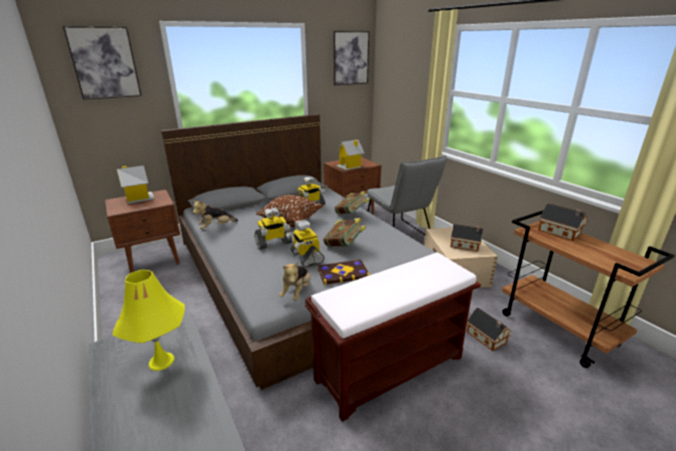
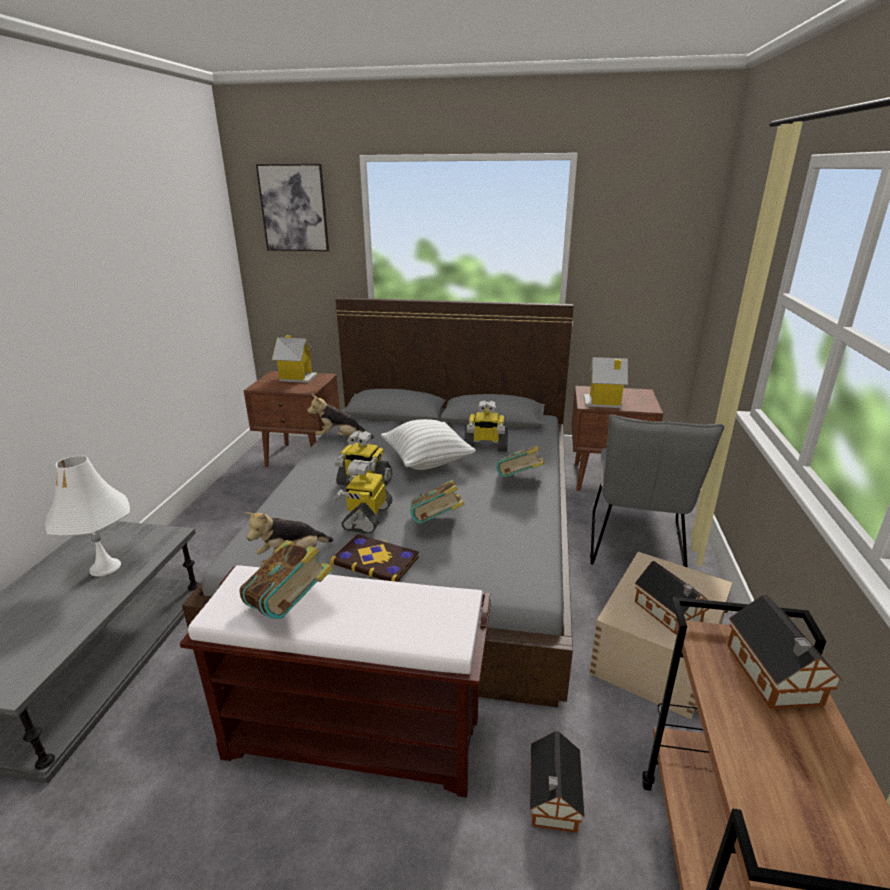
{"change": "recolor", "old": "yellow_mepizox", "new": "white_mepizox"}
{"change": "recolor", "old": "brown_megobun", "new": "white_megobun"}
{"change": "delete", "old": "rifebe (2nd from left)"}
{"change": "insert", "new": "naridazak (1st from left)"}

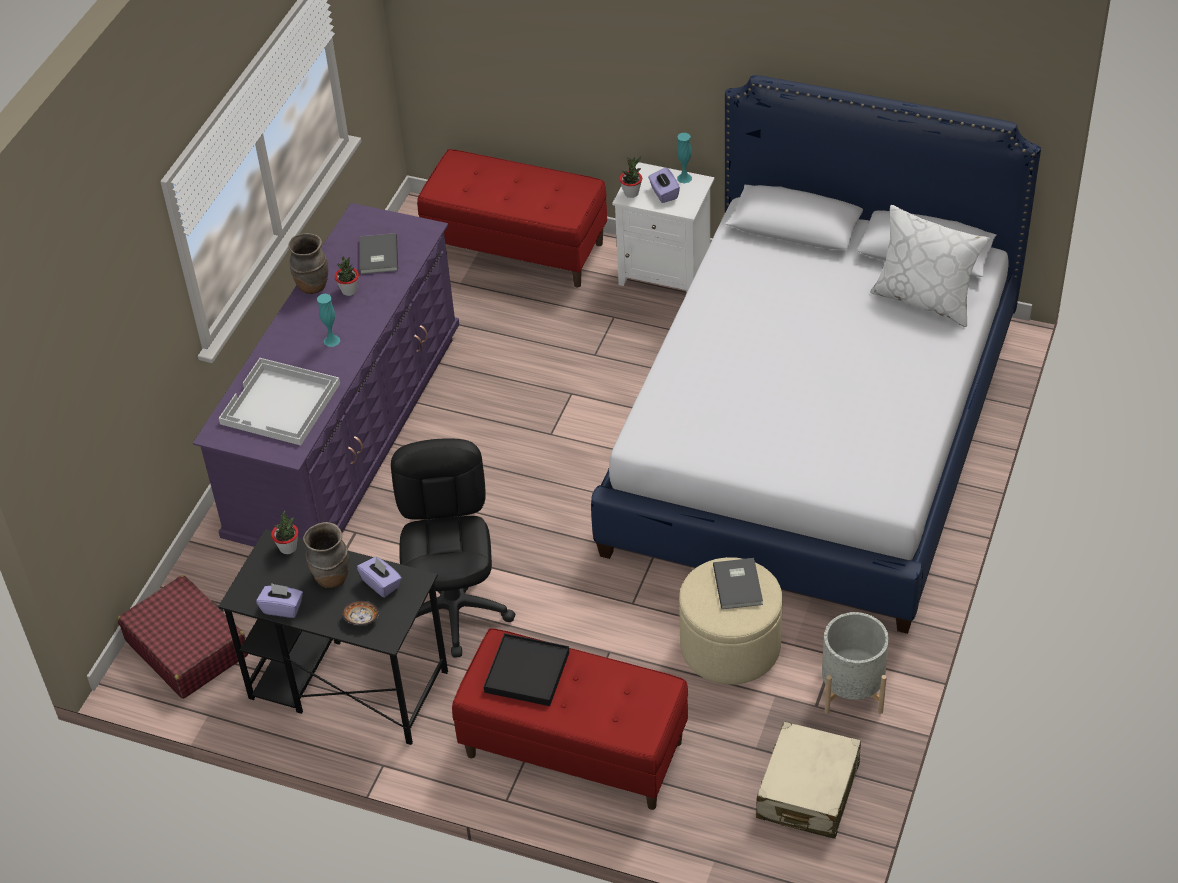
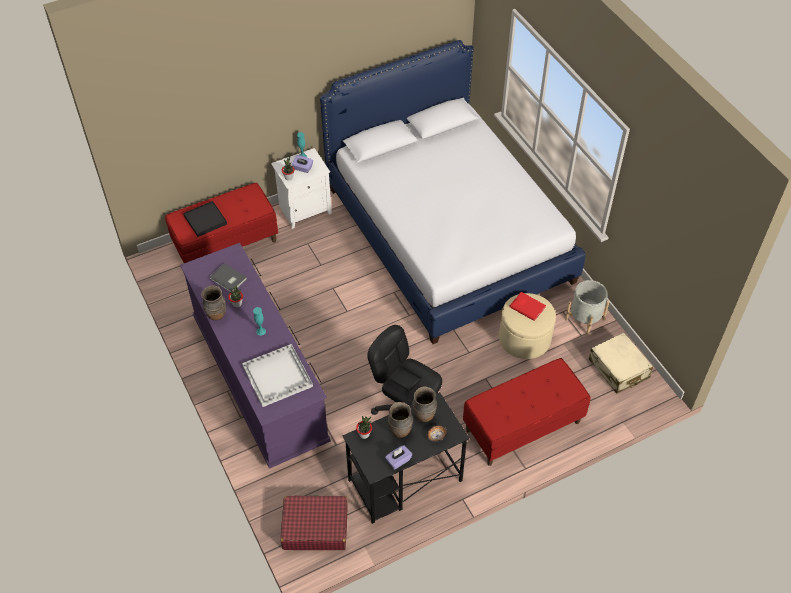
{"change": "replace", "old": "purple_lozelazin (2nd from left)", "new": "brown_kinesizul (3rd from left)"}
{"change": "move", "old": "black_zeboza"}
{"change": "recolor", "old": "grey_naridazak (2nd from left)", "new": "red_naridazak"}
{"change": "delete", "old": "white_megobun"}

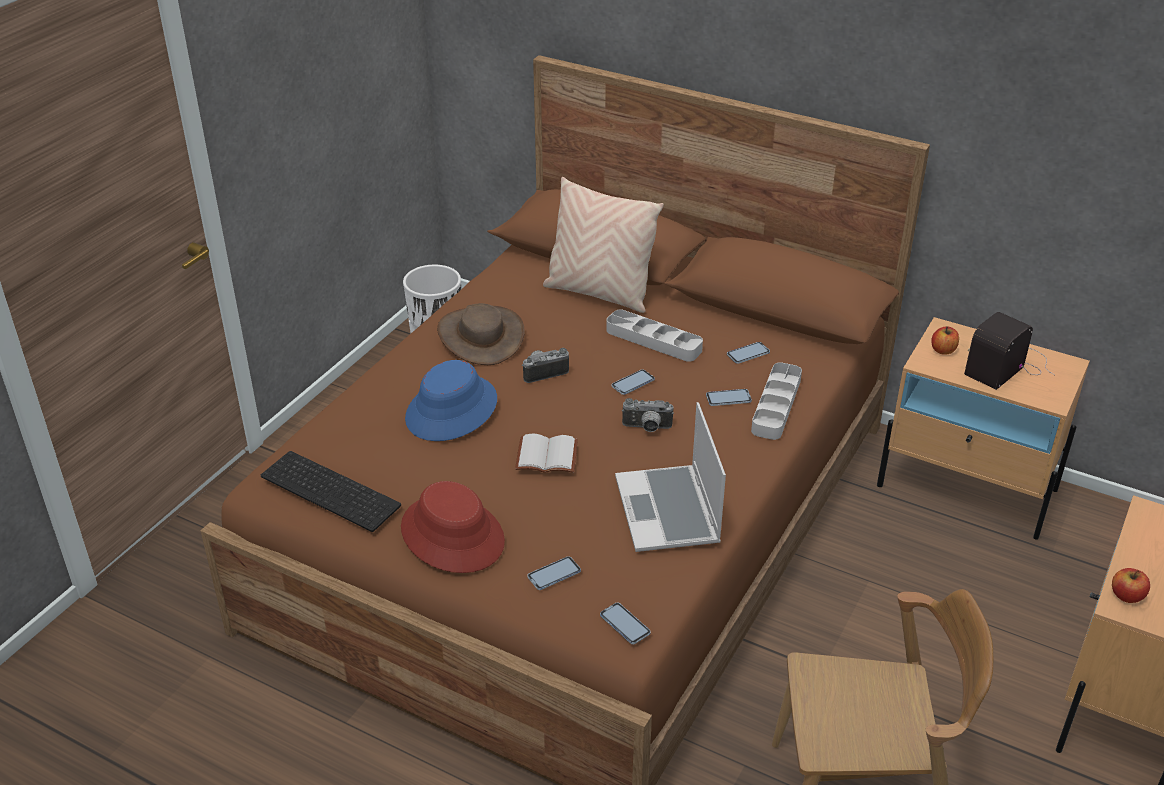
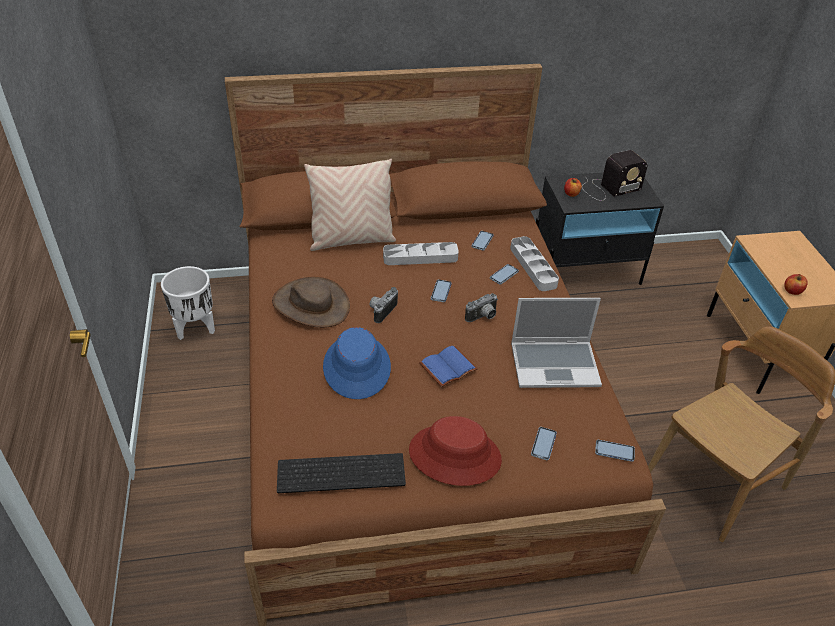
{"change": "recolor", "old": "white_naridazak", "new": "blue_naridazak"}
{"change": "rotate", "old": "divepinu", "degrees": -45}
{"change": "recolor", "old": "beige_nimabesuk (1st from left)", "new": "black_nimabesuk"}
{"change": "rotate", "old": "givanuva", "degrees": -120}

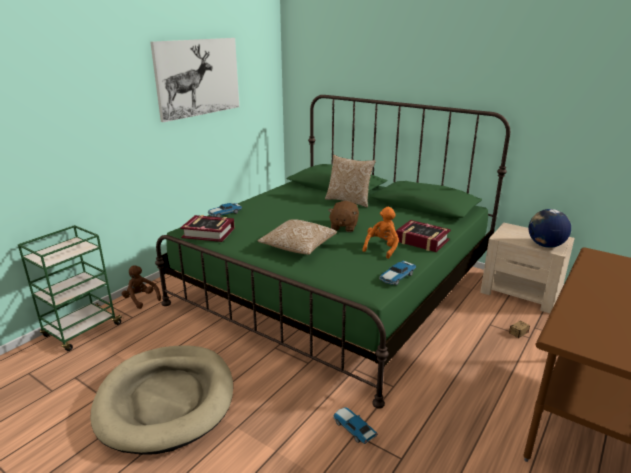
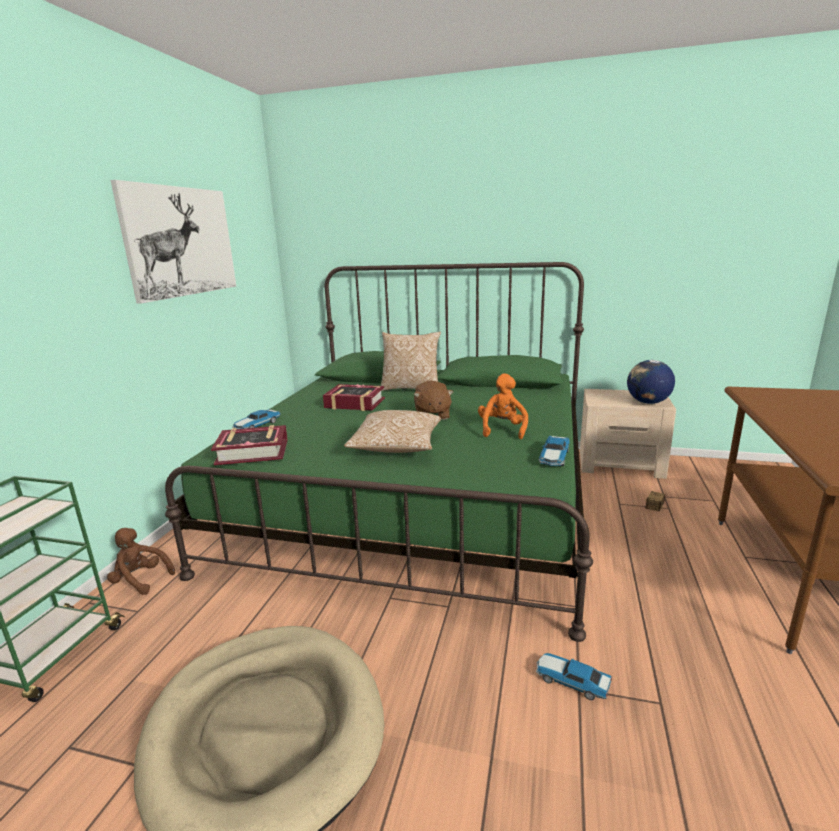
{"change": "move", "old": "naridazak (2nd from left)"}

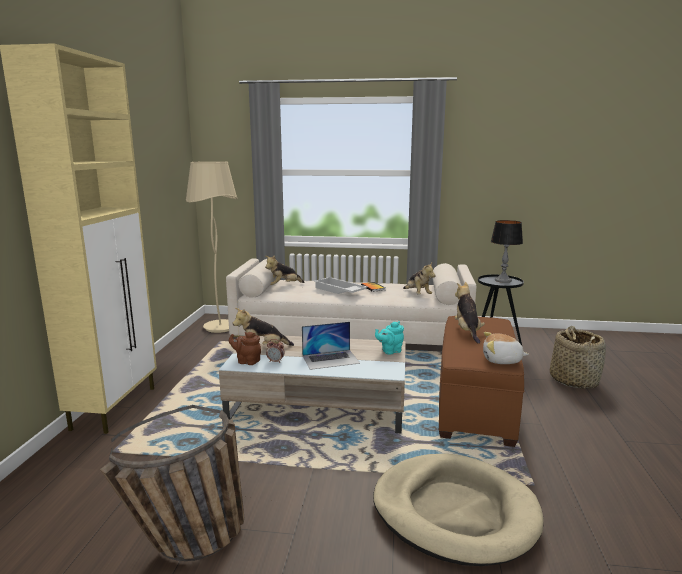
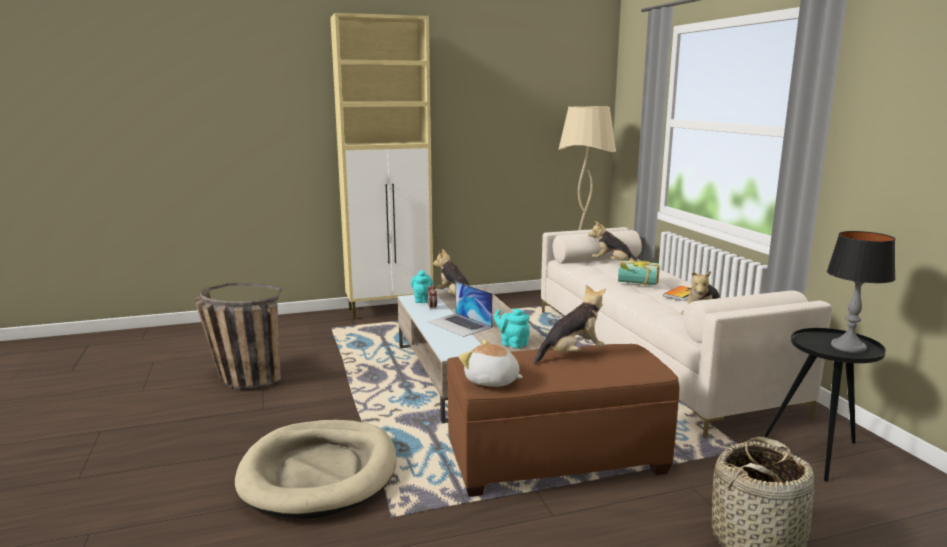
{"change": "recolor", "old": "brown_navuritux", "new": "turquoise_navuritux (1st from left)"}
{"change": "replace", "old": "white_zeboza", "new": "naridazak (1st from left)"}
{"change": "rotate", "old": "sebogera (5th from left in the first image)", "degrees": -45}

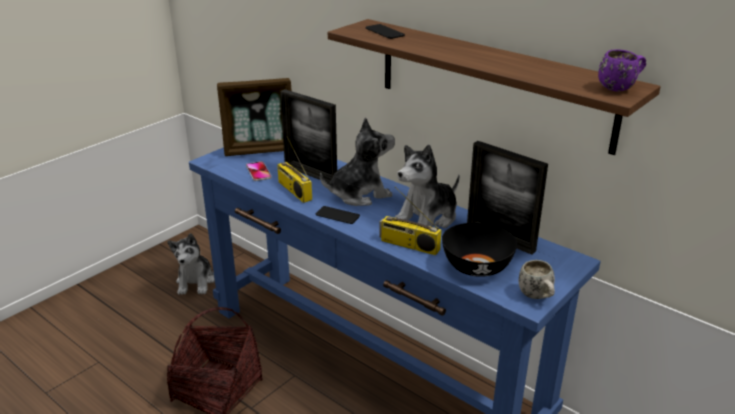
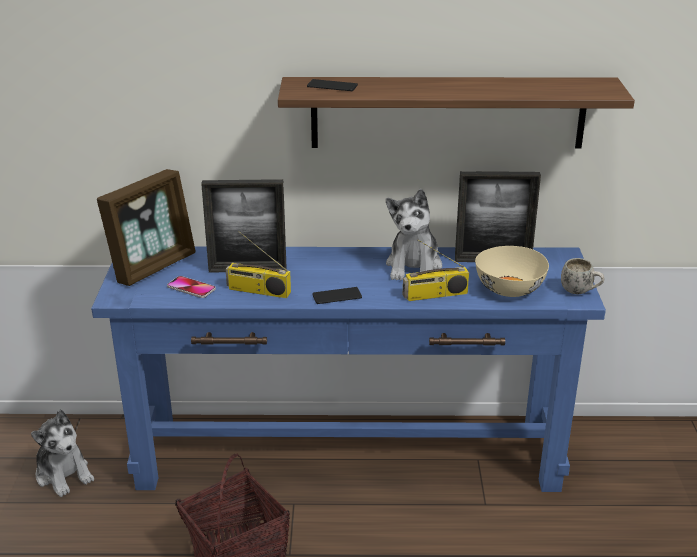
{"change": "delete", "old": "sebogera (2nd from left)"}
{"change": "recolor", "old": "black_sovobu", "new": "beige_sovobu"}
{"change": "delete", "old": "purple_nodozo"}

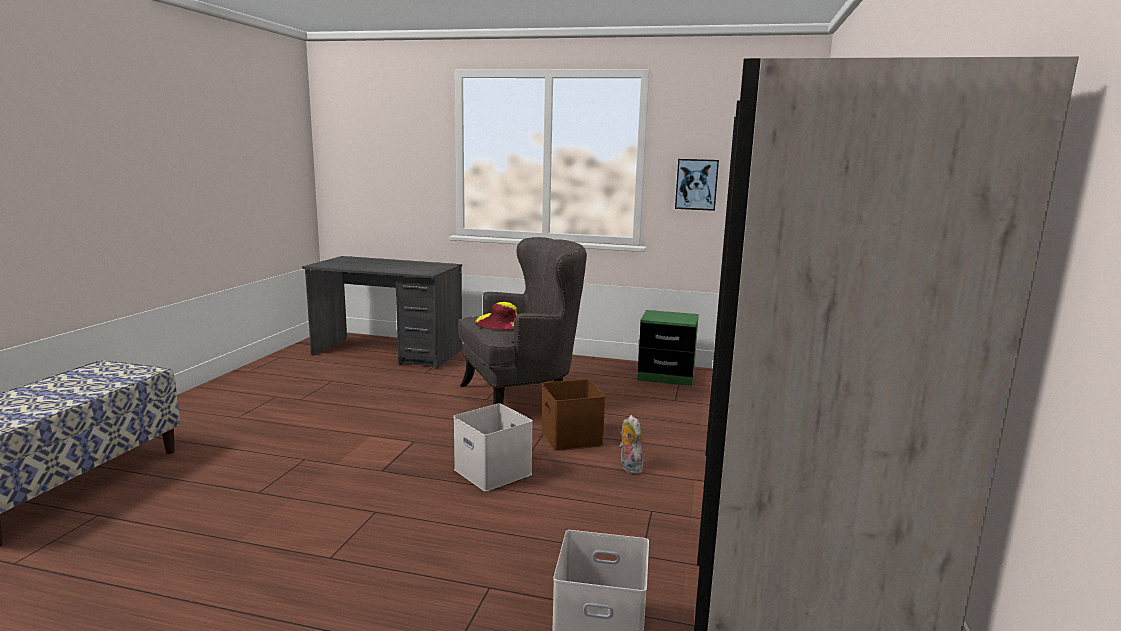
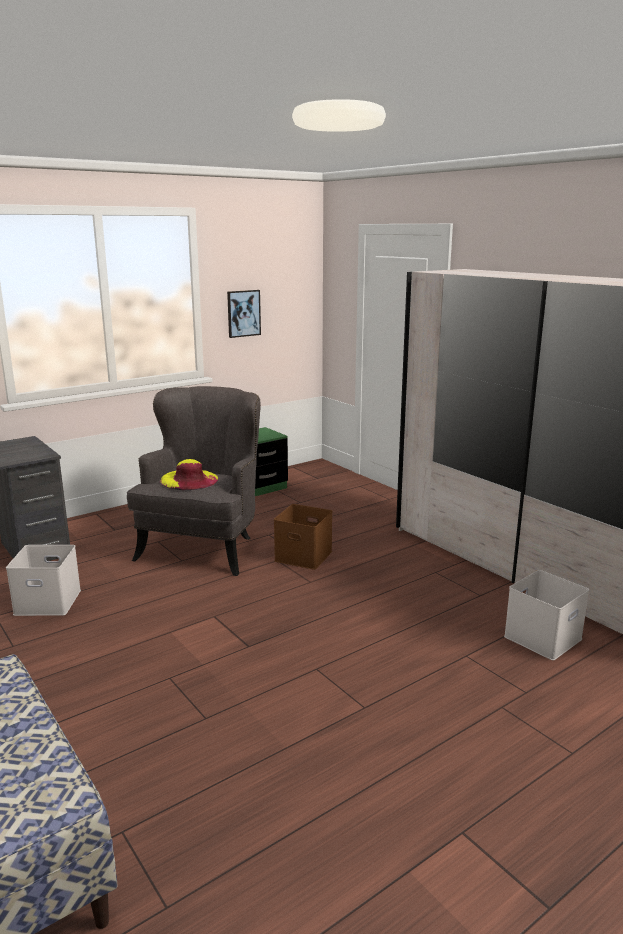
{"change": "move", "old": "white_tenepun (1st from left)"}
{"change": "delete", "old": "sebogera"}

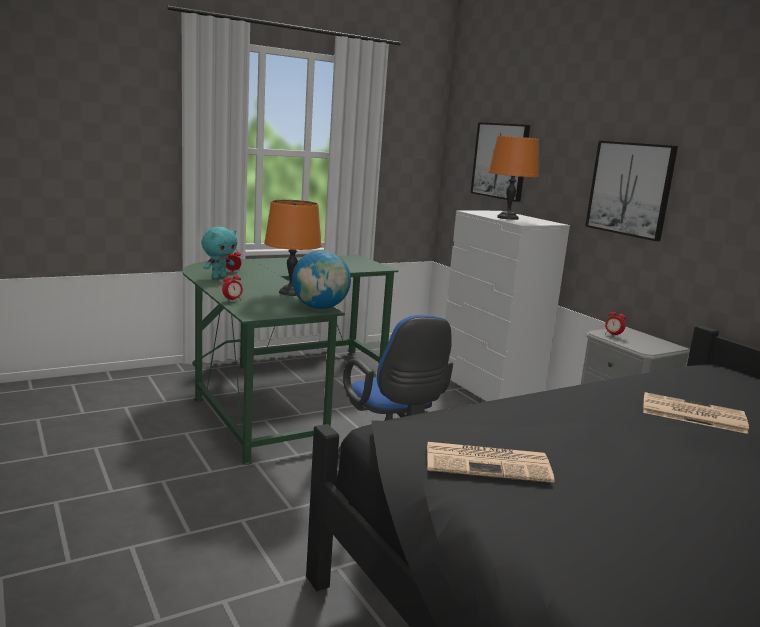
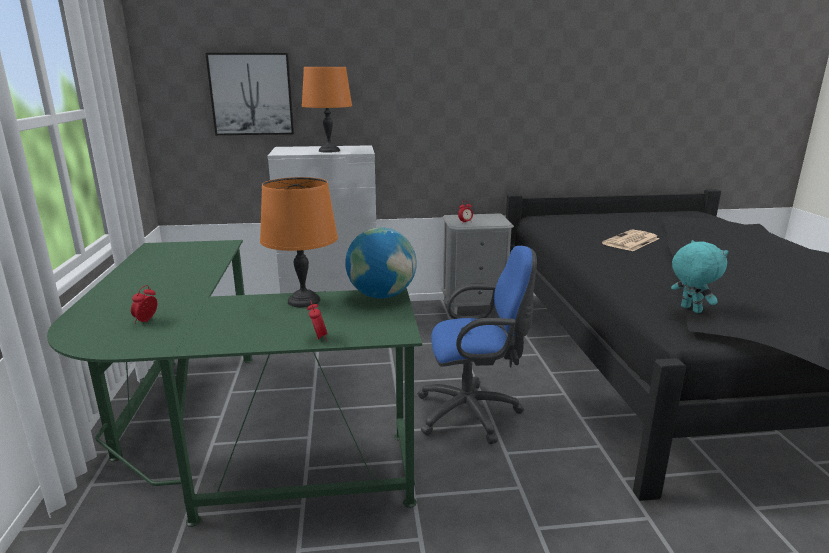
{"change": "move", "old": "turquoise_sebogera"}
{"change": "delete", "old": "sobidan (1st from left)"}
{"change": "delete", "old": "rifebe (2nd from left)"}

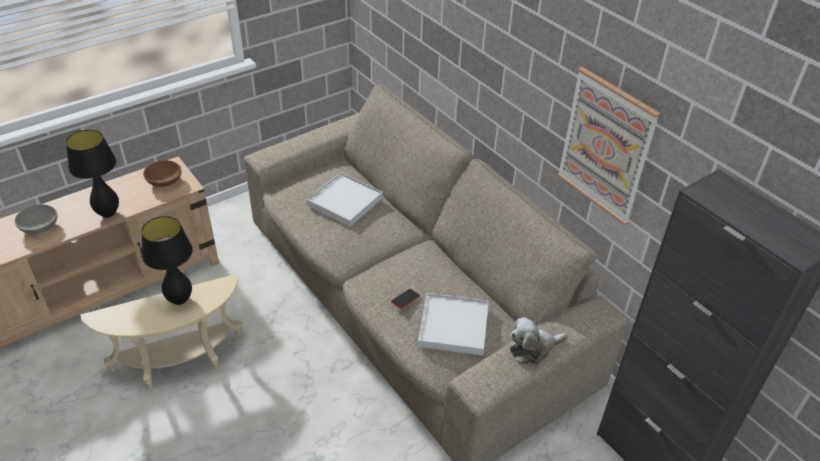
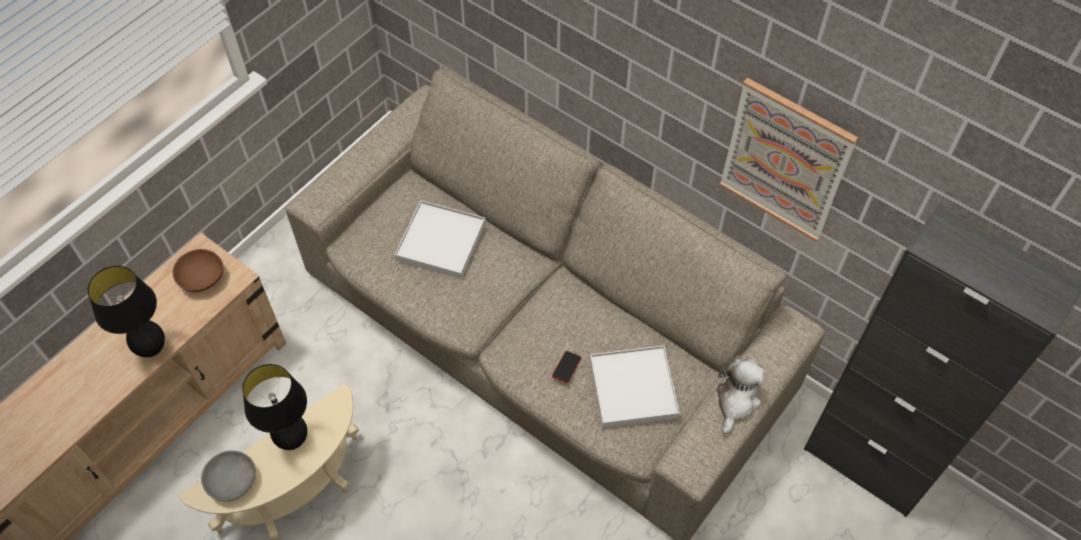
{"change": "move", "old": "grey_sovobu"}
{"change": "rotate", "old": "sebogera", "degrees": 150}

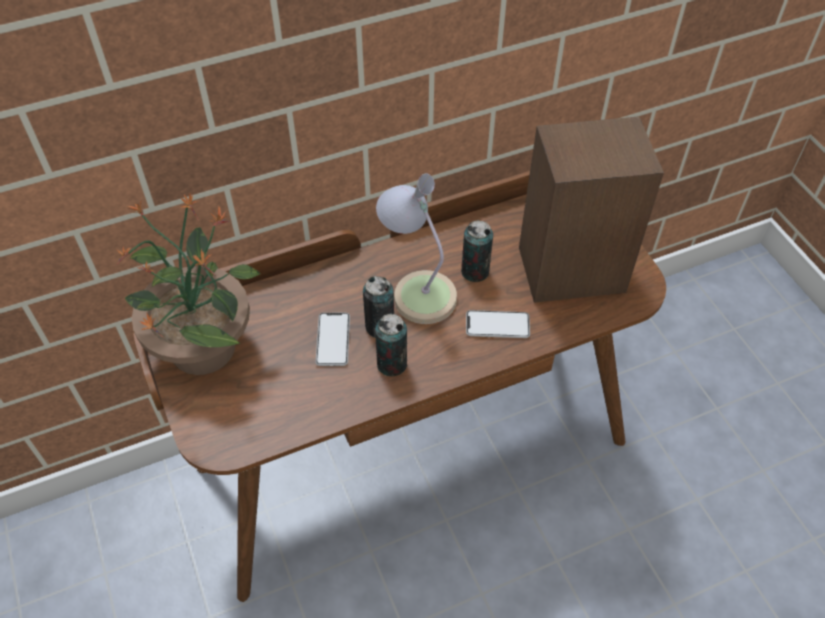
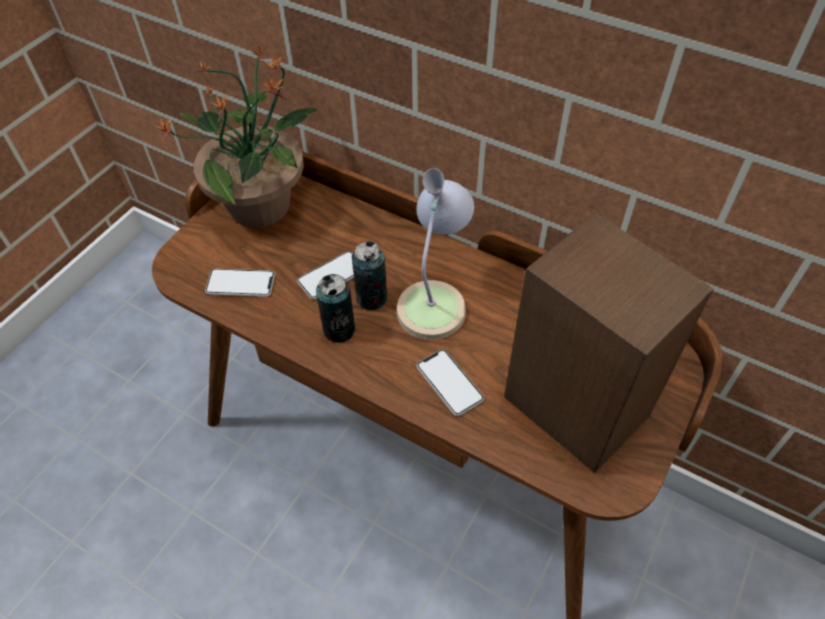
{"change": "delete", "old": "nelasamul (3rd from left)"}
{"change": "insert", "new": "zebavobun (1st from left)"}

